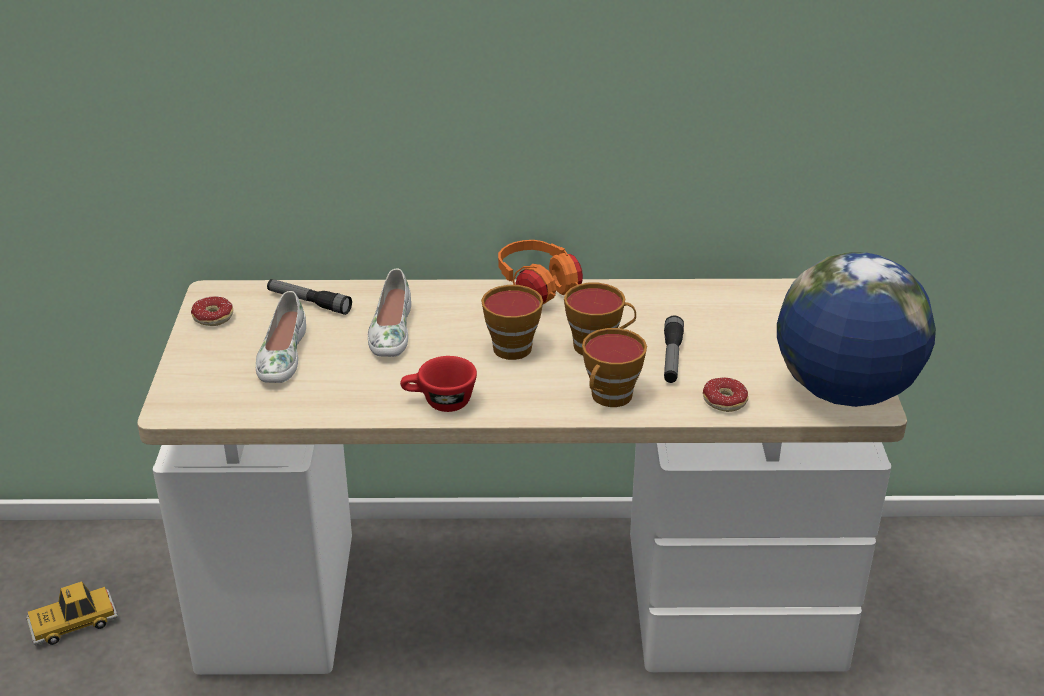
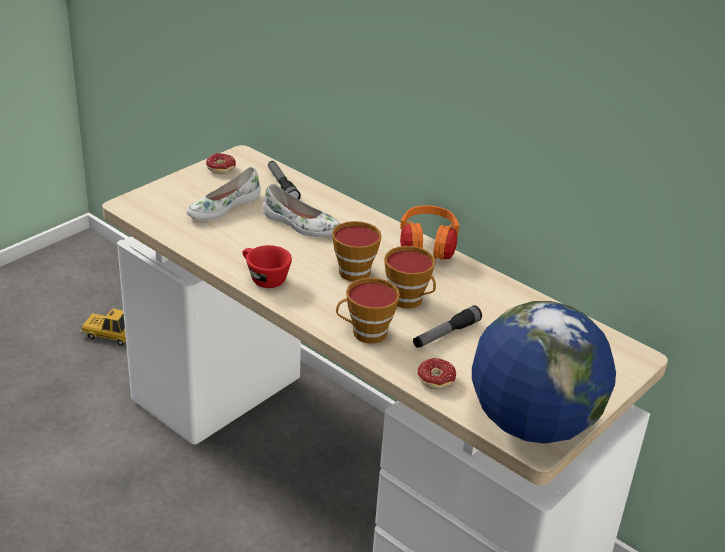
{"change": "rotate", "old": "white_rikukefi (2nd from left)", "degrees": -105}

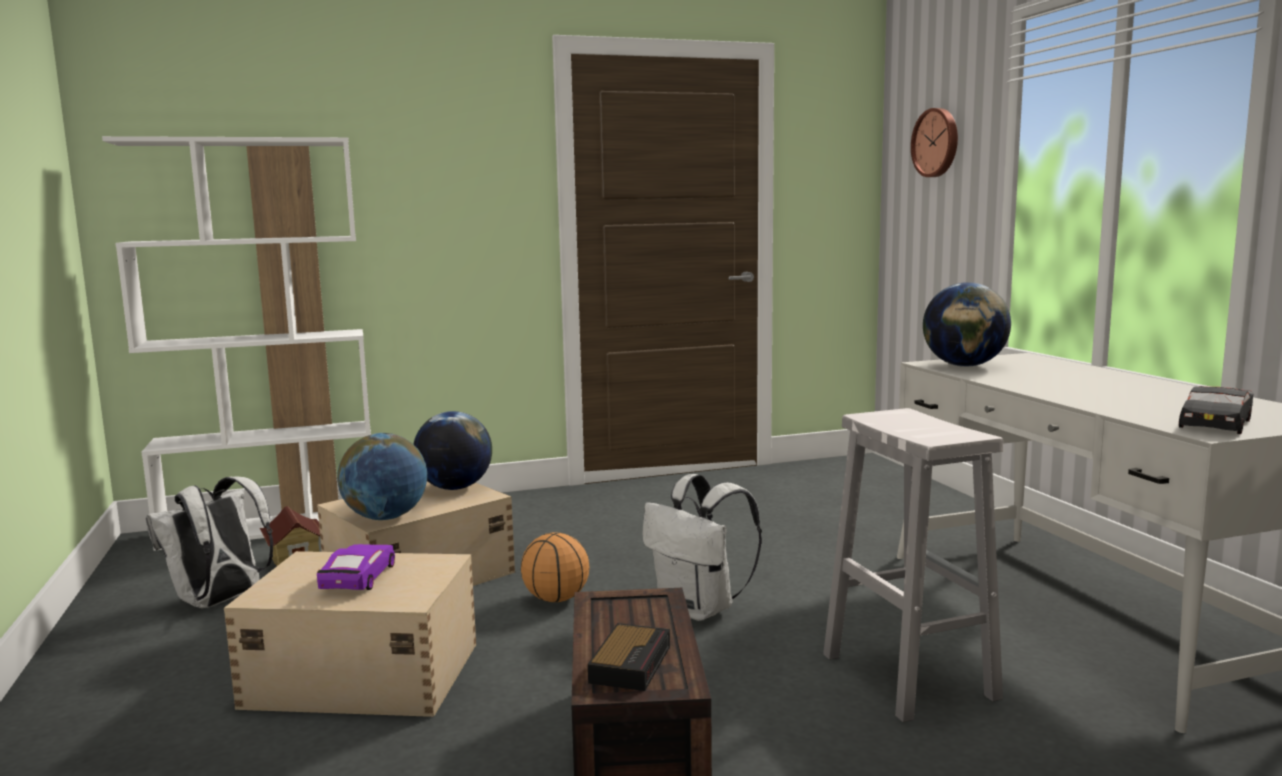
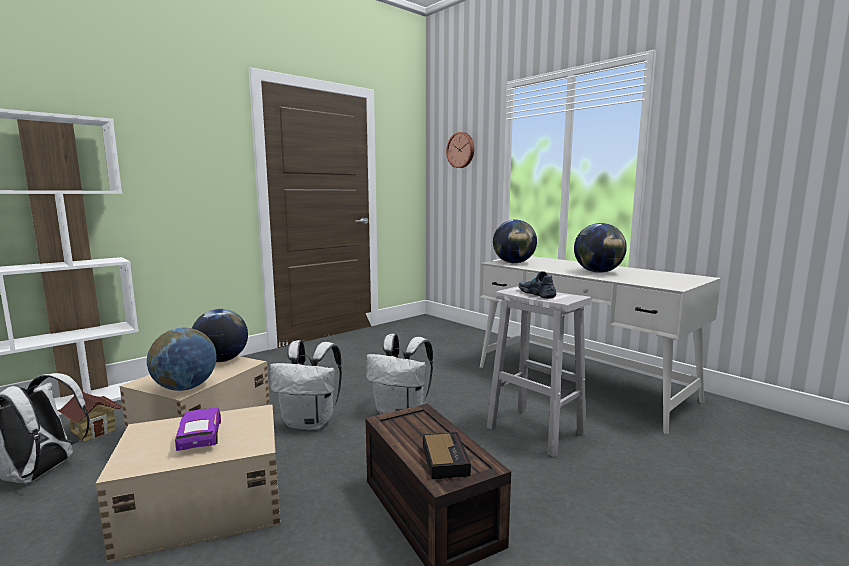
{"change": "replace", "old": "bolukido", "new": "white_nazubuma (2nd from left)"}
{"change": "delete", "old": "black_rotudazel"}
{"change": "insert", "new": "rikukefi"}
{"change": "insert", "new": "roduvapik (4th from left)"}

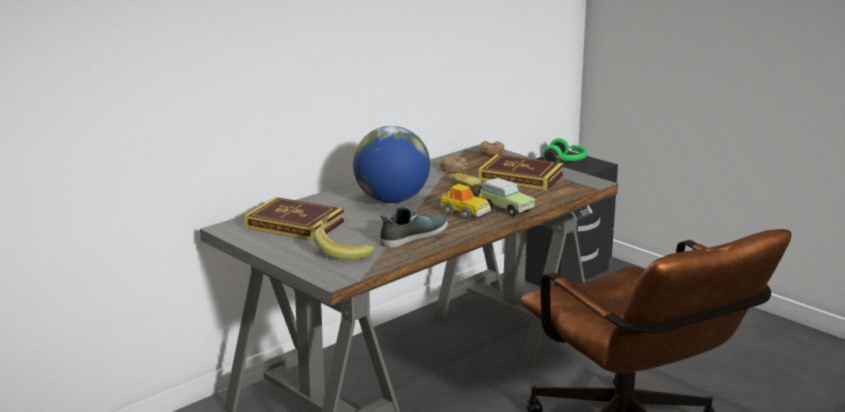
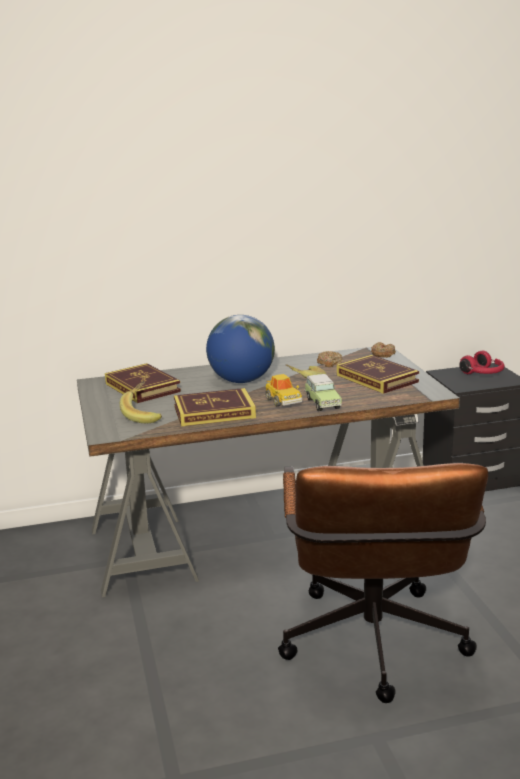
{"change": "replace", "old": "rikukefi", "new": "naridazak (2nd from left)"}
{"change": "recolor", "old": "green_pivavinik", "new": "red_pivavinik"}

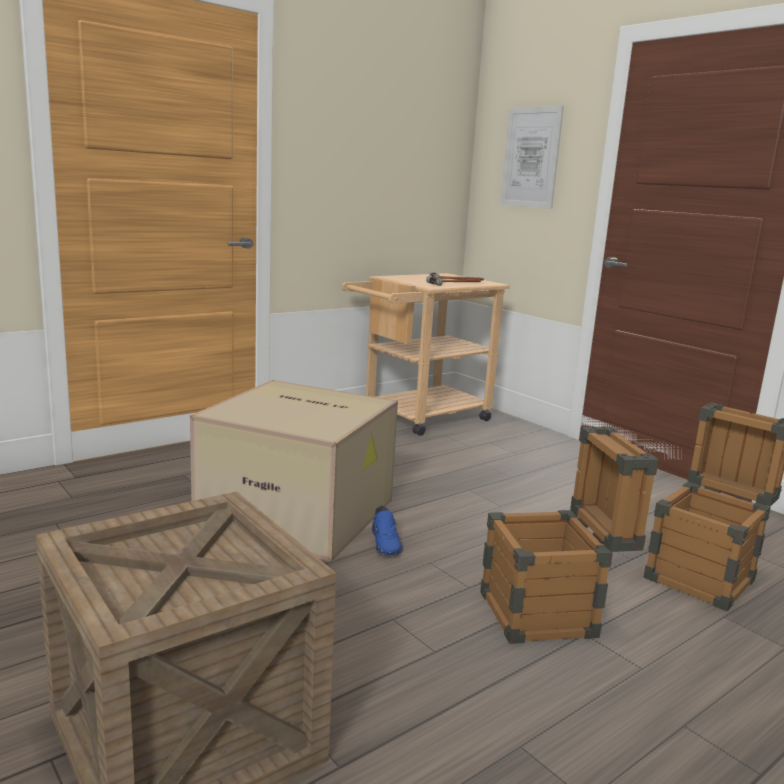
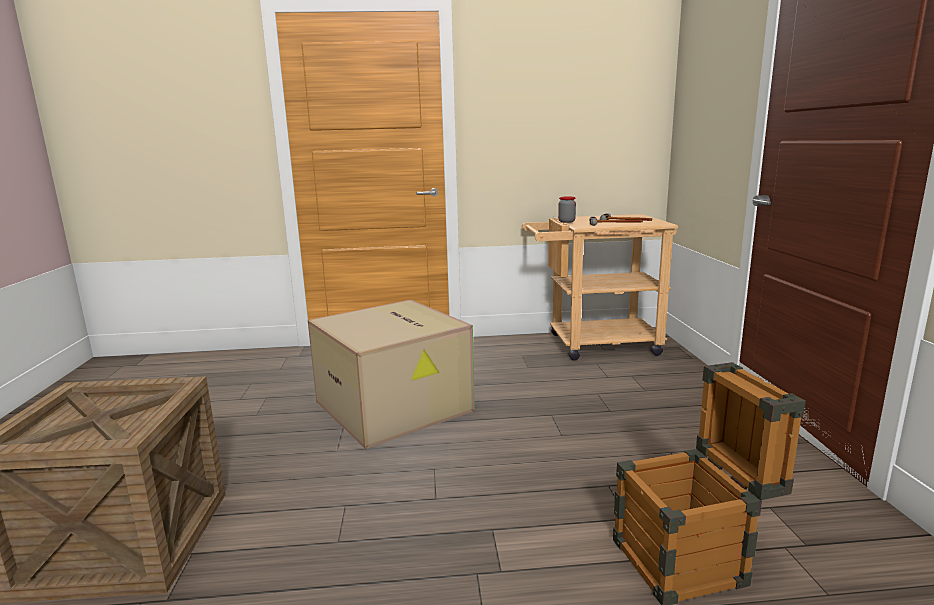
{"change": "delete", "old": "blue_rikukefi"}
{"change": "delete", "old": "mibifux (2nd from left)"}
{"change": "delete", "old": "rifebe"}
{"change": "insert", "new": "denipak"}

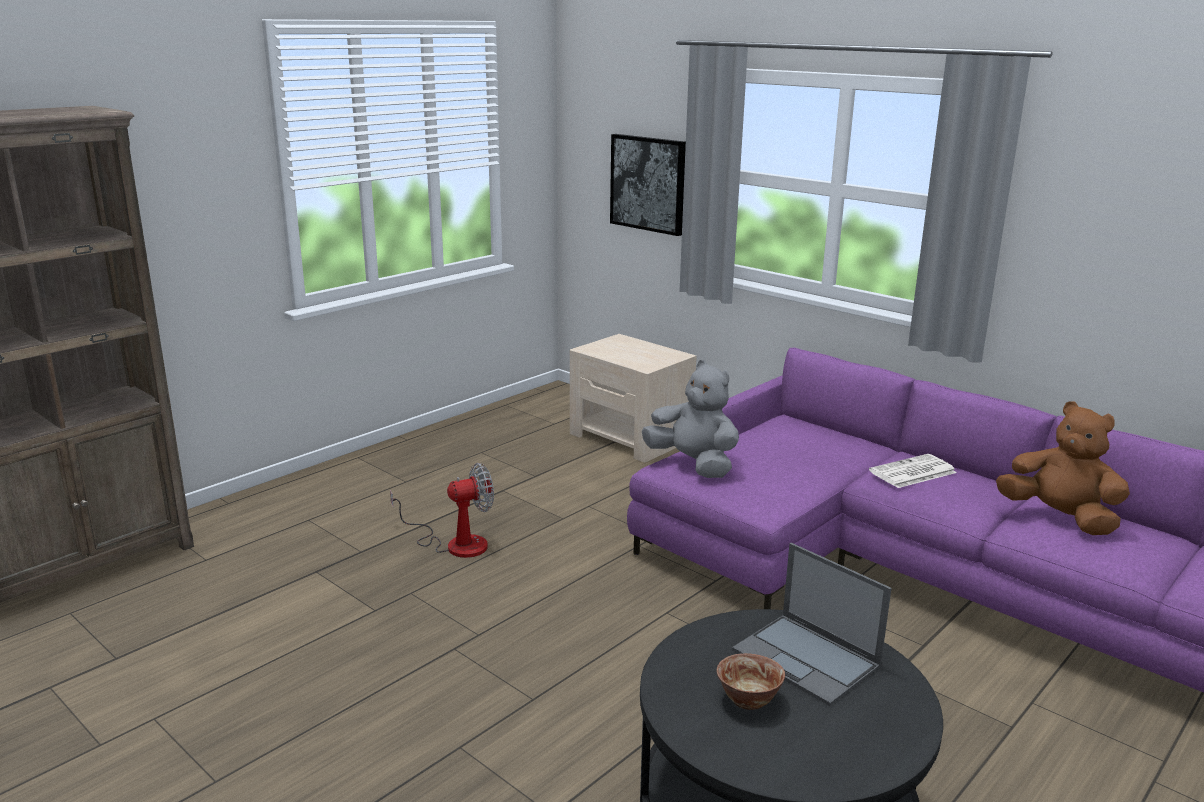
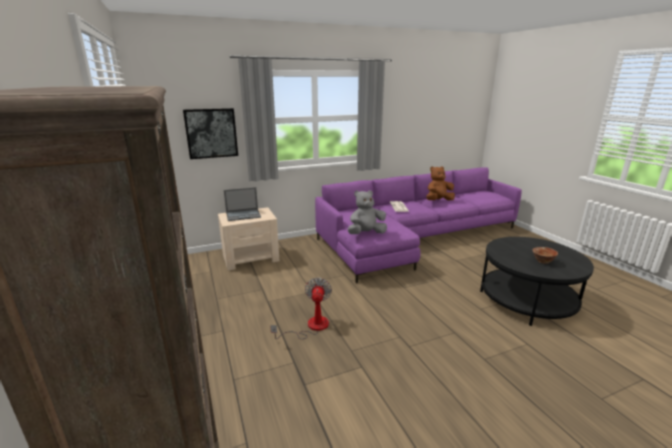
{"change": "move", "old": "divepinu"}

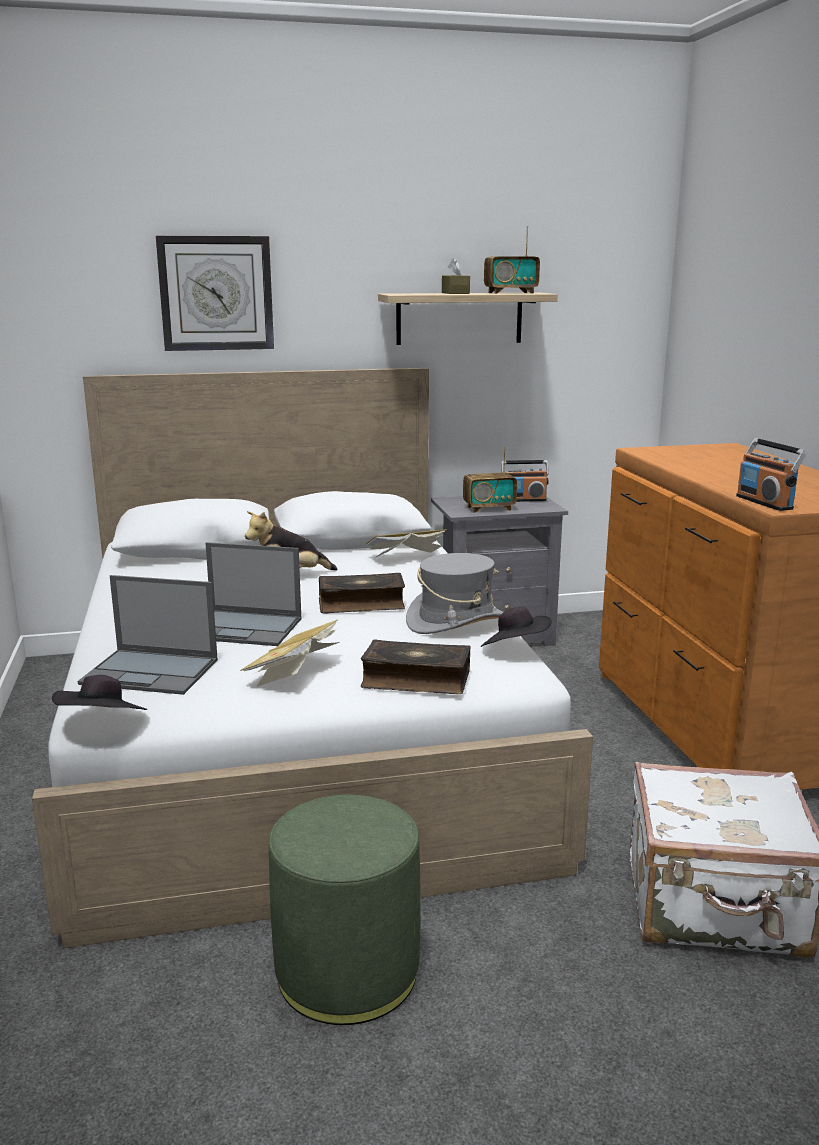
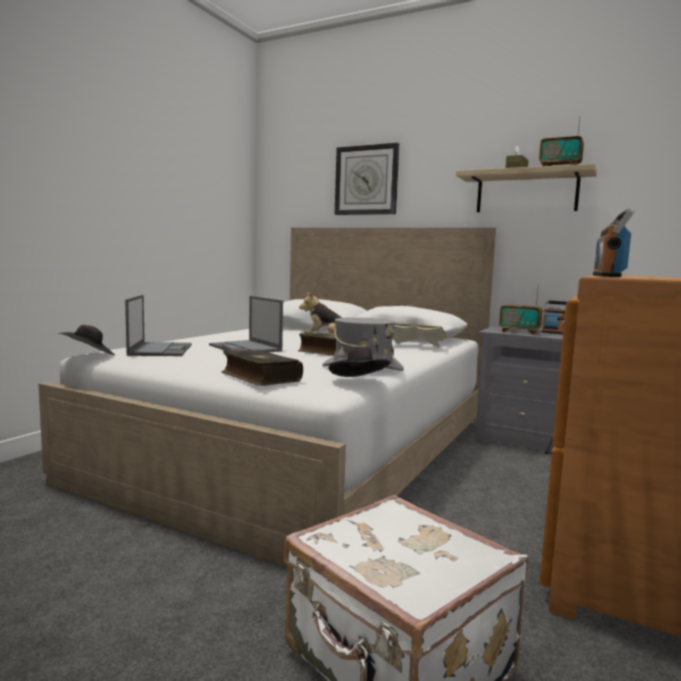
{"change": "rotate", "old": "divepinu (1st from left)", "degrees": -150}
{"change": "delete", "old": "naridazak (1st from left)"}
{"change": "delete", "old": "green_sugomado"}

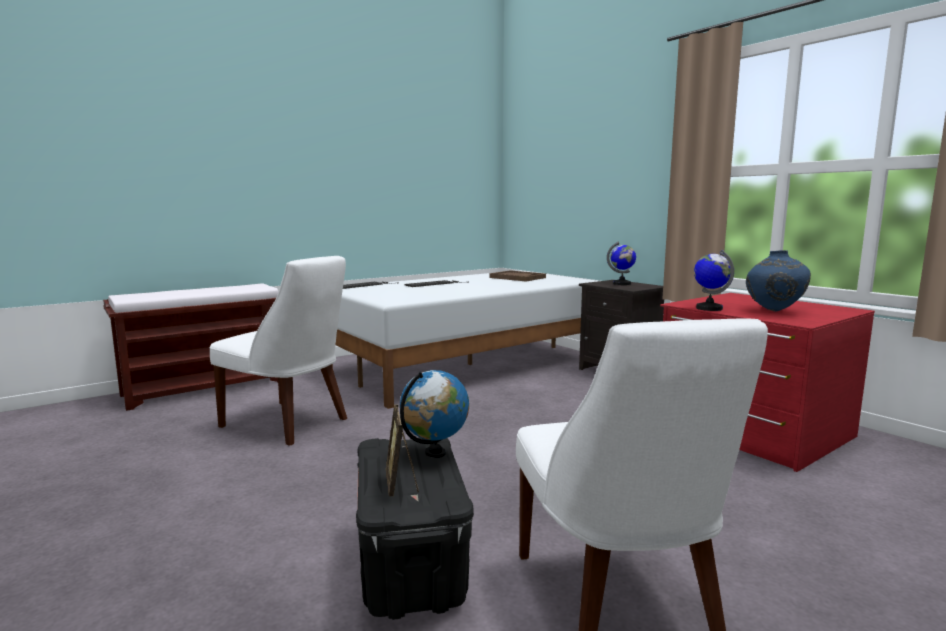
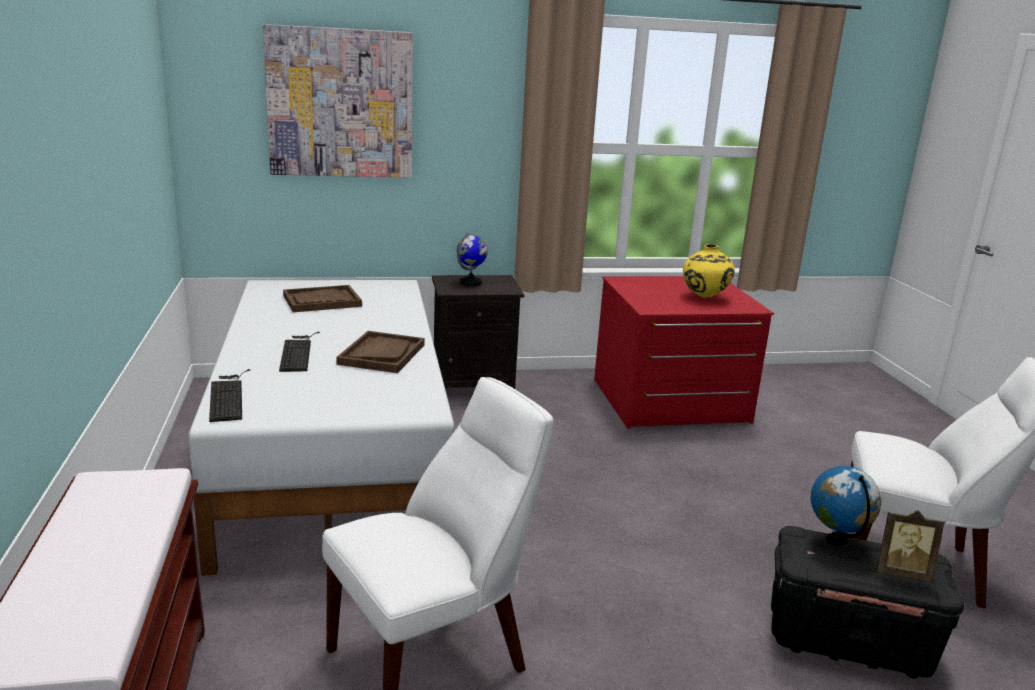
{"change": "delete", "old": "roduvapik (3rd from left)"}
{"change": "recolor", "old": "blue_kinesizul", "new": "yellow_kinesizul"}
{"change": "insert", "new": "rifebe"}
{"change": "insert", "new": "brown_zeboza (2nd from left)"}

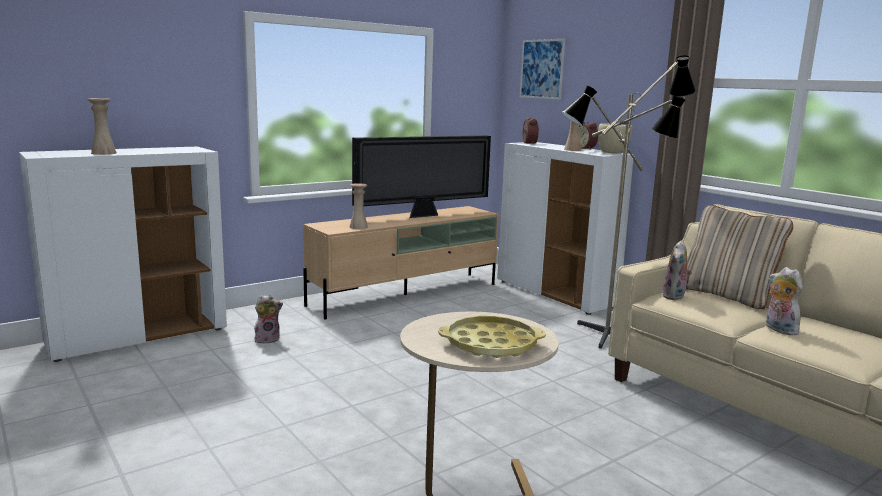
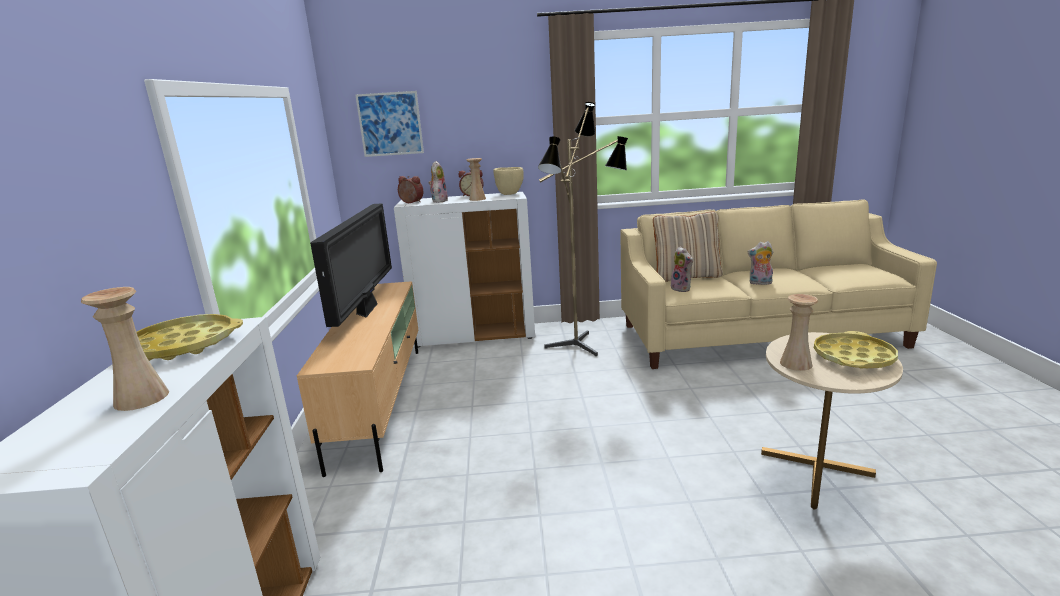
{"change": "move", "old": "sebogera (1st from left)"}
{"change": "move", "old": "beige_kinesizul (2nd from left in the first image)", "new": "beige_kinesizul (3rd from left)"}
{"change": "insert", "new": "yellow_zeboza (1st from left)"}

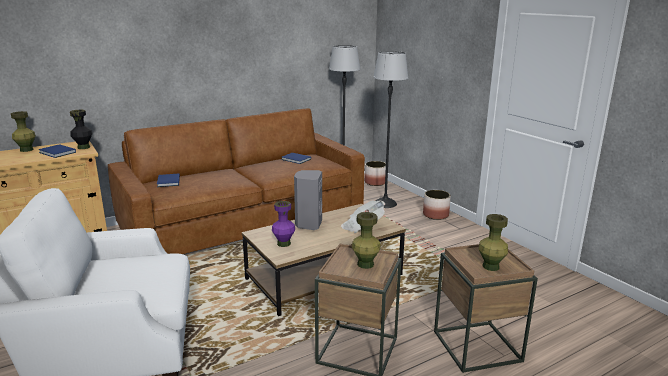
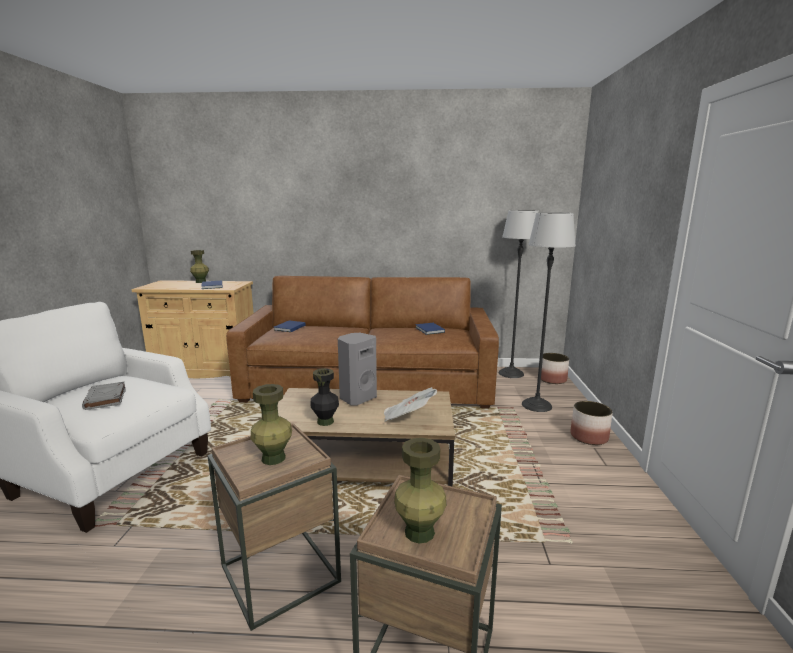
{"change": "move", "old": "black_kinesizul"}
{"change": "delete", "old": "purple_kinesizul"}
{"change": "insert", "new": "grey_naridazak"}

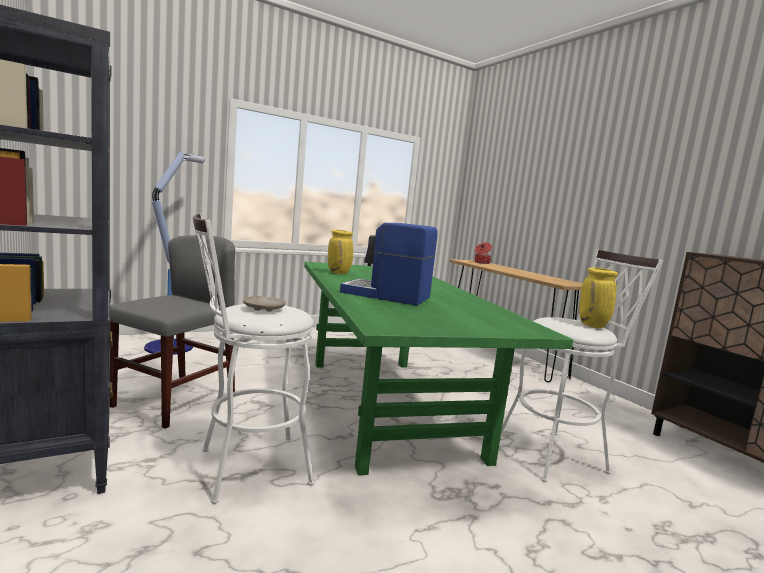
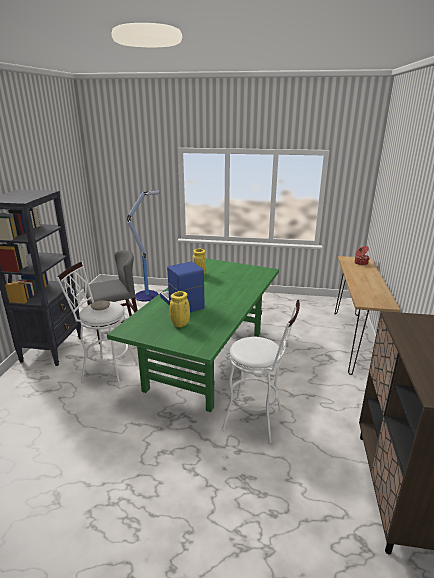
{"change": "move", "old": "yellow_kinesizul (2nd from left in the first image)", "new": "yellow_kinesizul (1st from left)"}

